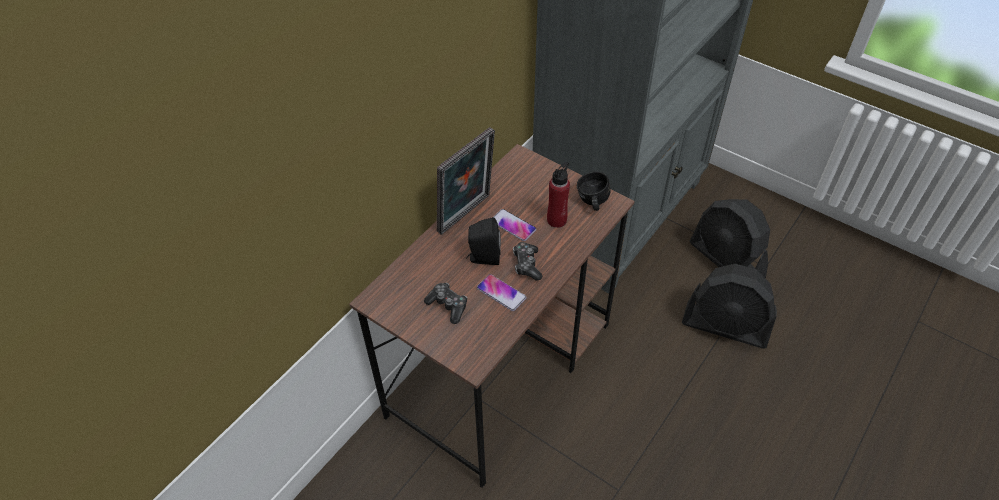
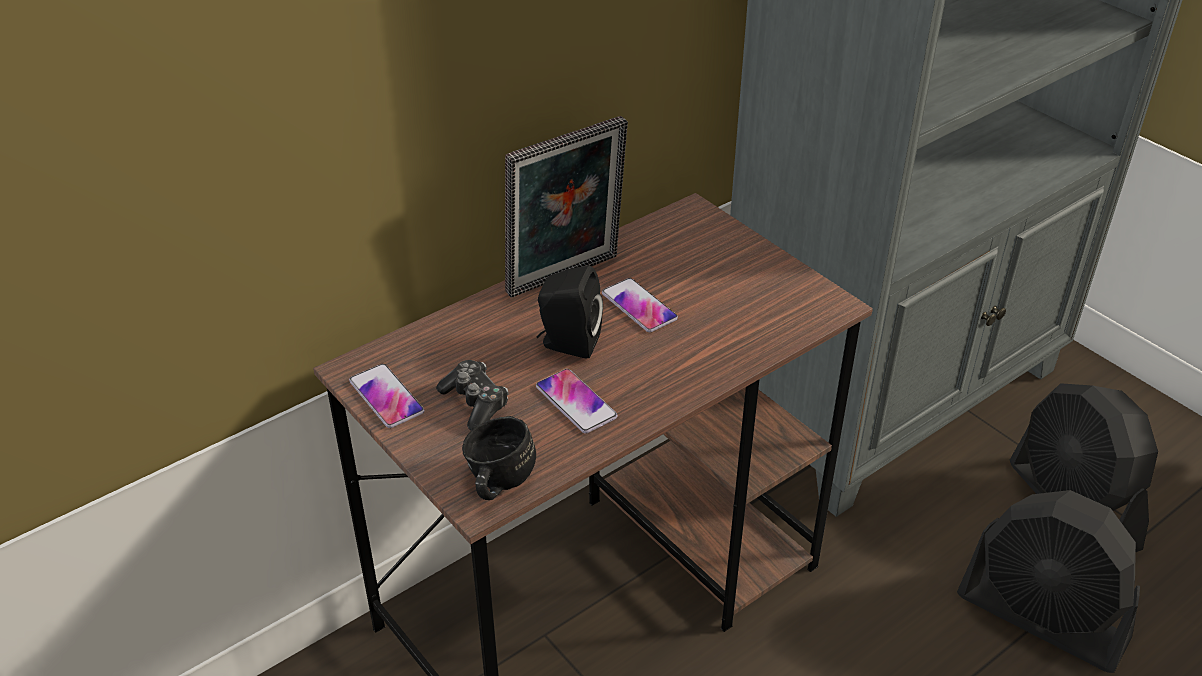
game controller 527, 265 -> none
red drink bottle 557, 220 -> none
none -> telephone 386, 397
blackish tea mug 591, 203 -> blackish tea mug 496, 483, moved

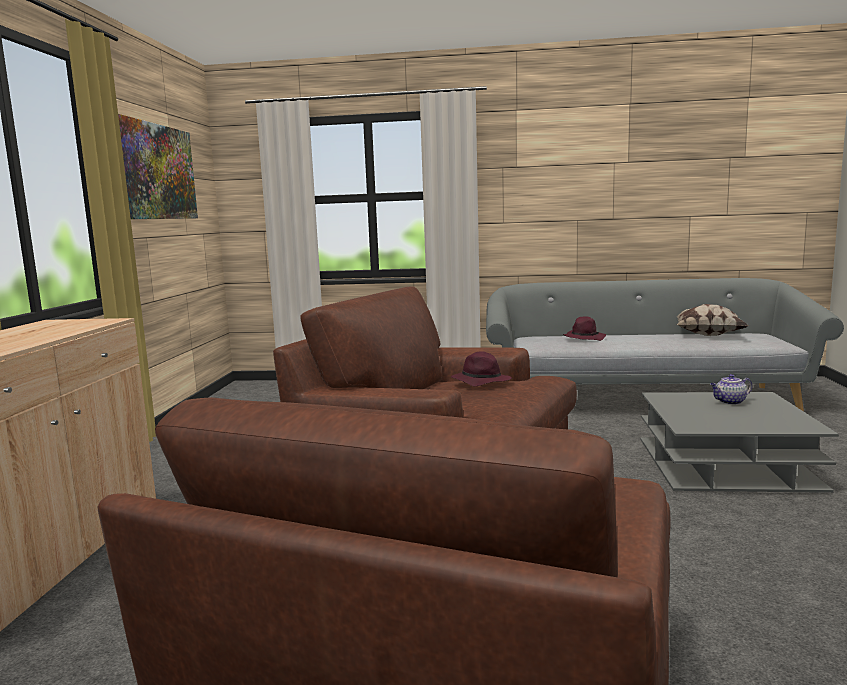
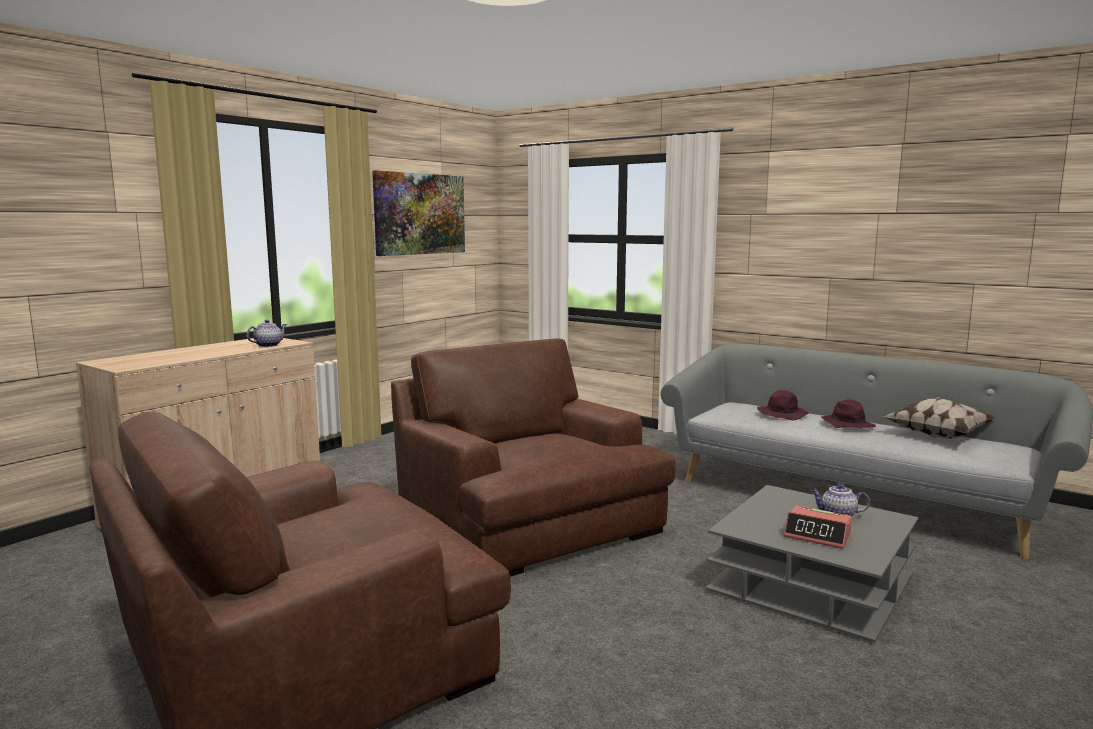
none -> pot for tea 268, 345
none -> alarm clock 818, 535
purple clothing hat 480, 382 -> purple clothing hat 847, 425, moved

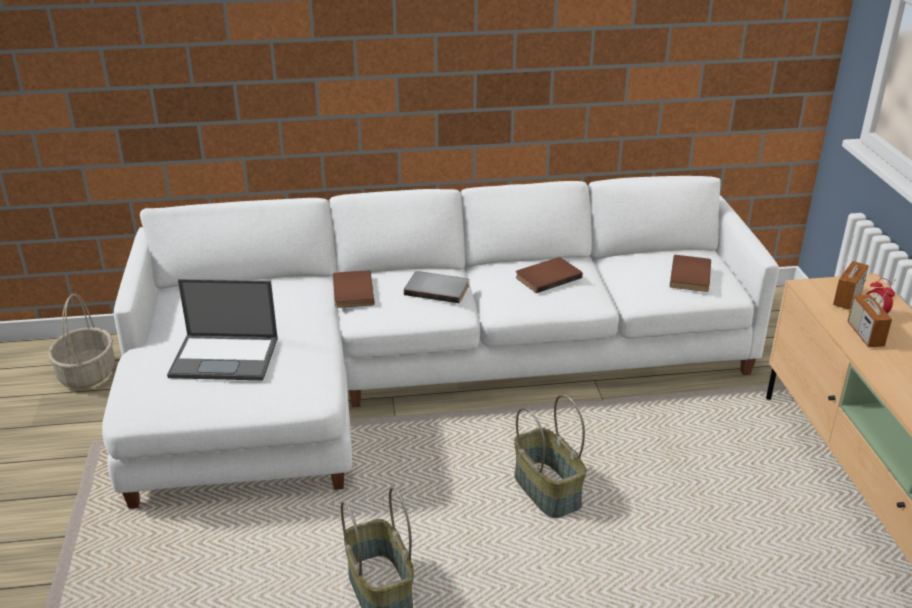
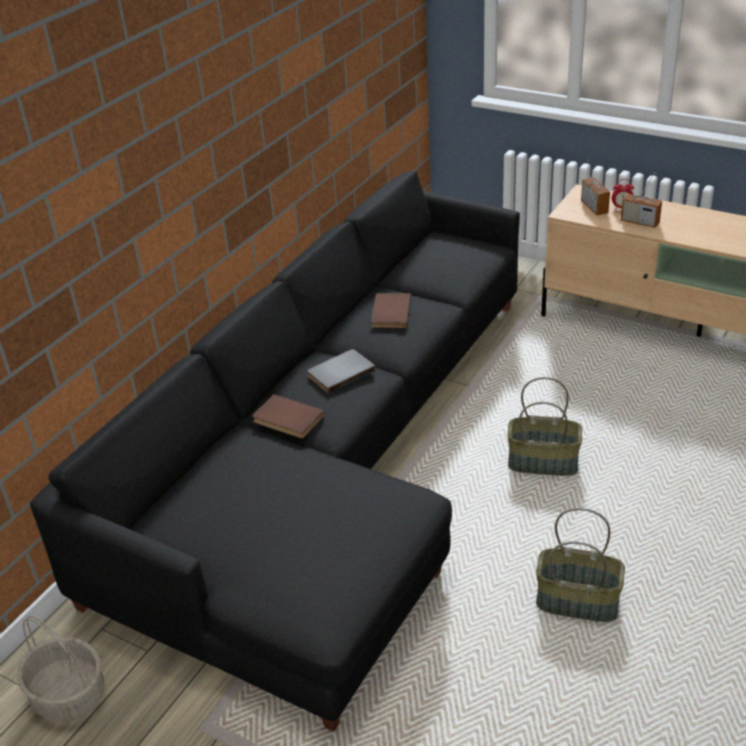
notebook computer 226, 357 -> none
brown book 692, 276 -> none
whitish sofa 416, 374 -> blackish sofa 332, 465

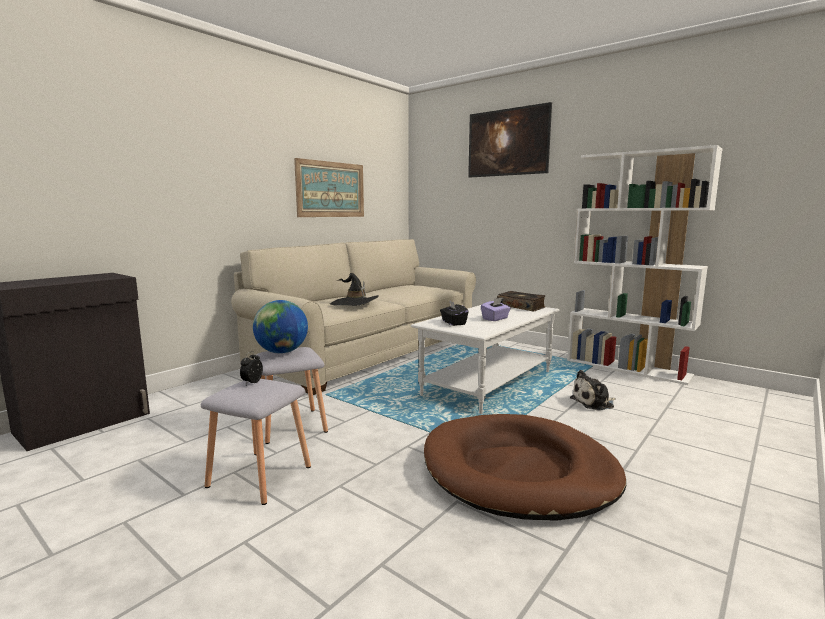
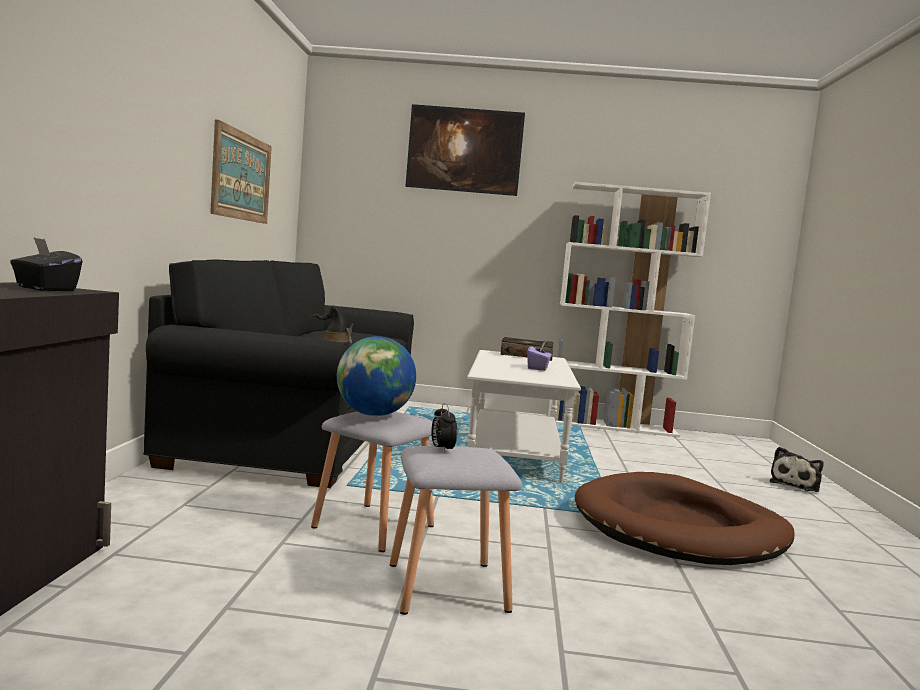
blackish tissue holder 453, 323 -> blackish tissue holder 45, 289, moved
plush toy 594, 403 -> plush toy 796, 485, moved
sand-coloured sofa 369, 351 -> blackish sofa 304, 428

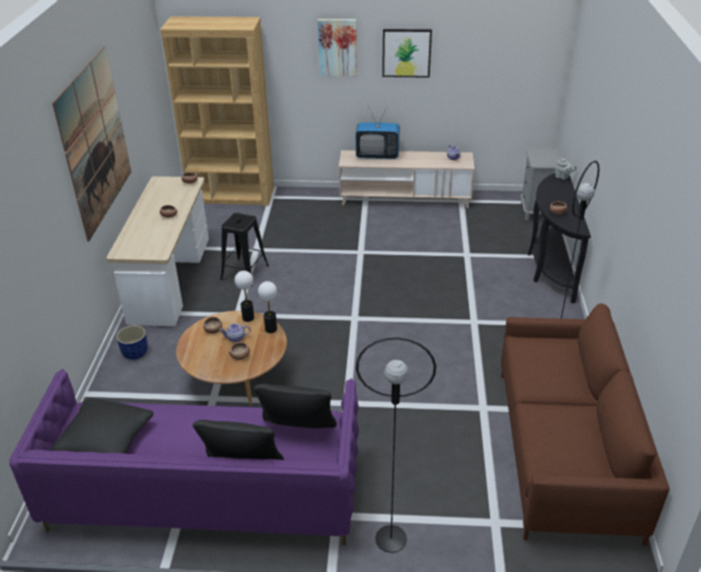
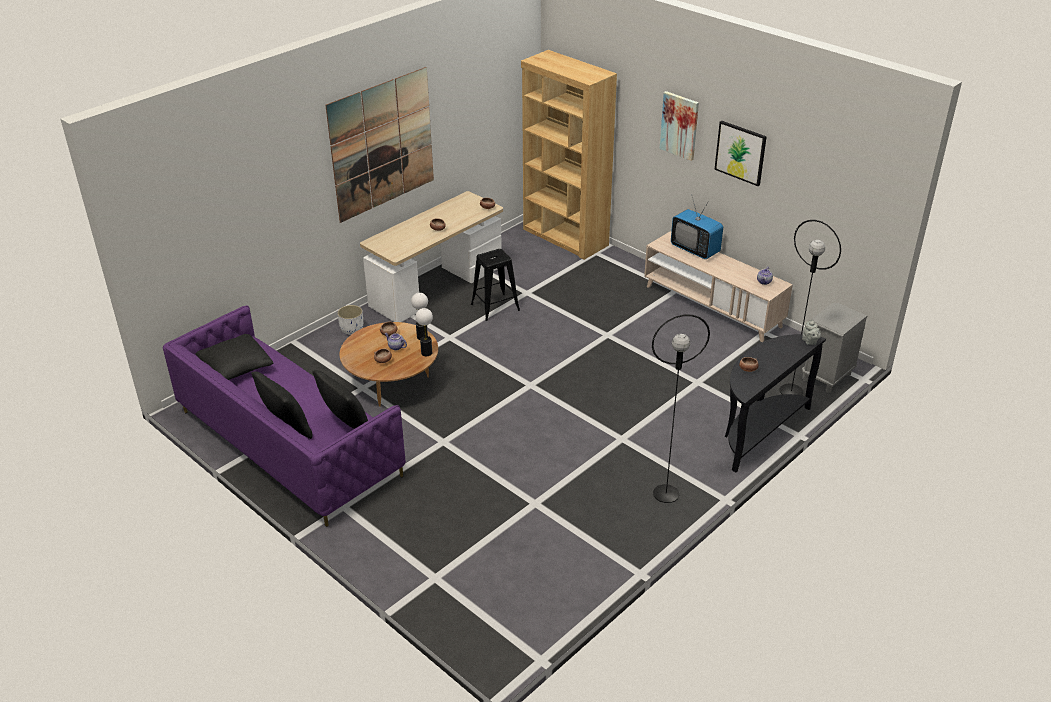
brown sofa 565, 451 -> none
blackish floor lamp 390, 539 -> blackish floor lamp 791, 391, moved
blue planter 135, 353 -> whitish planter 352, 329

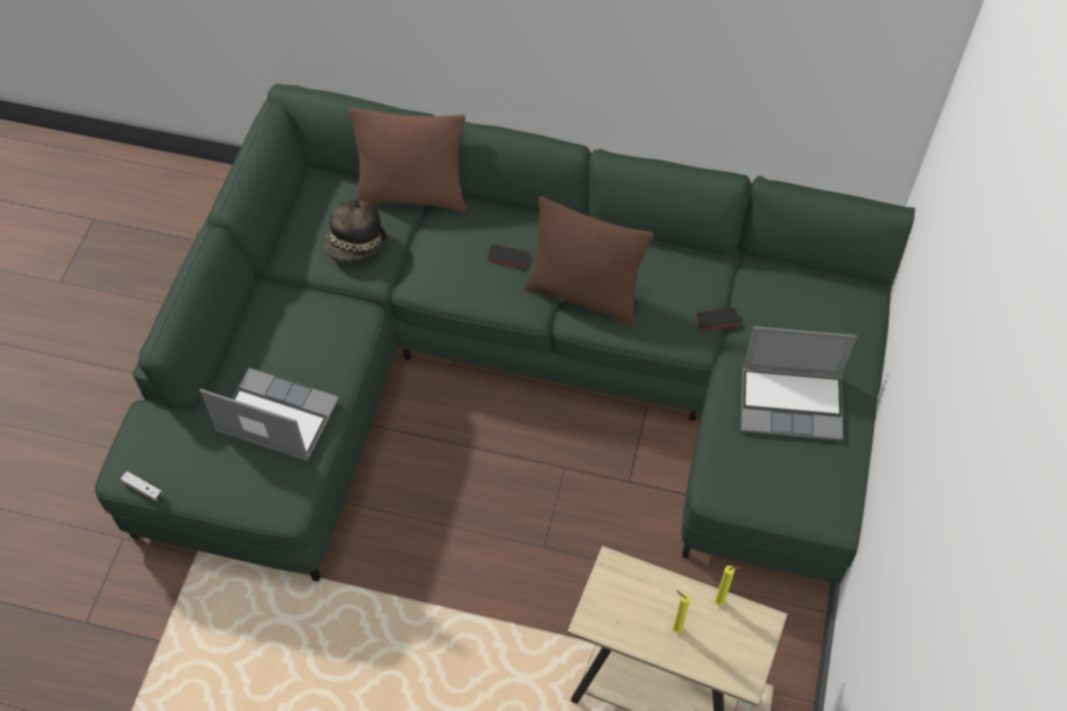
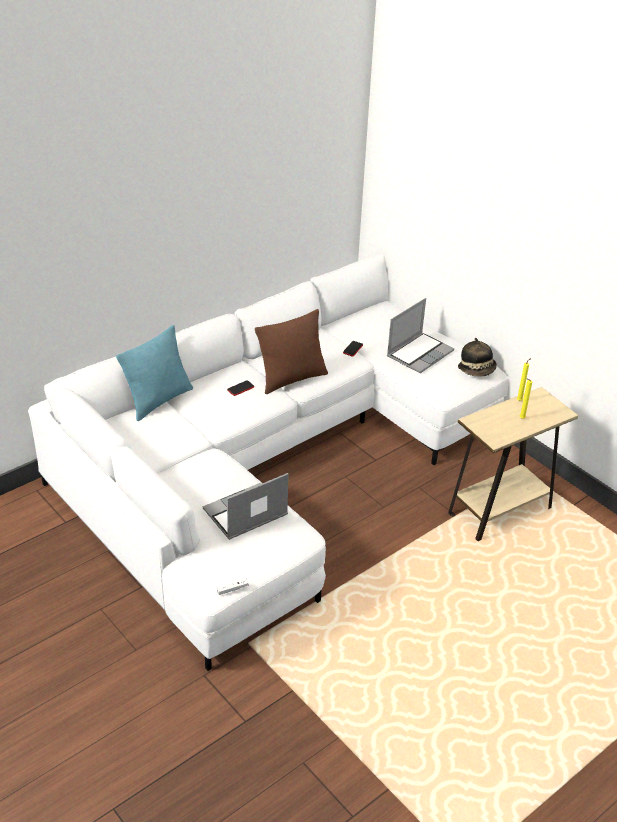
clothing hat 356, 244 -> clothing hat 477, 370, moved
green sofa 523, 372 -> whitish sofa 273, 461
brown pillow 412, 195 -> turquoise-coloured pillow 158, 400

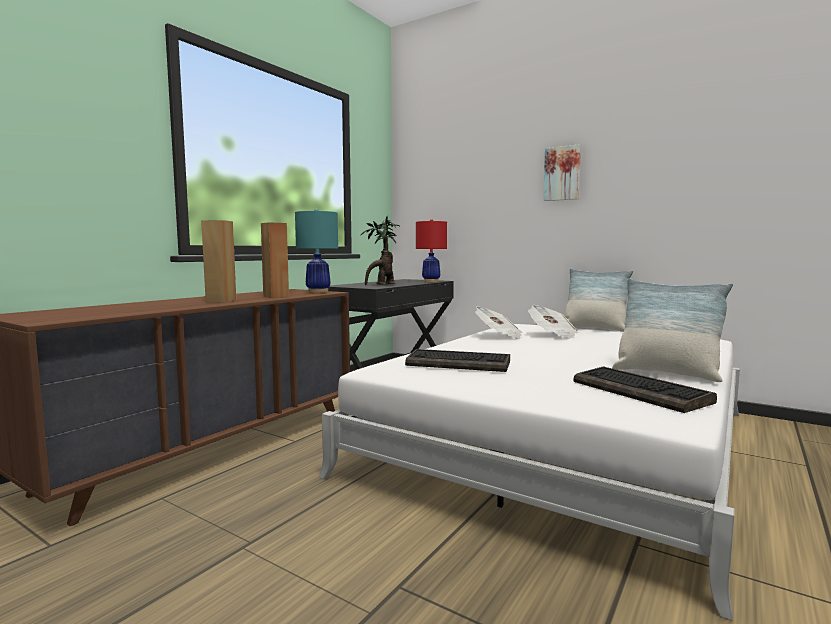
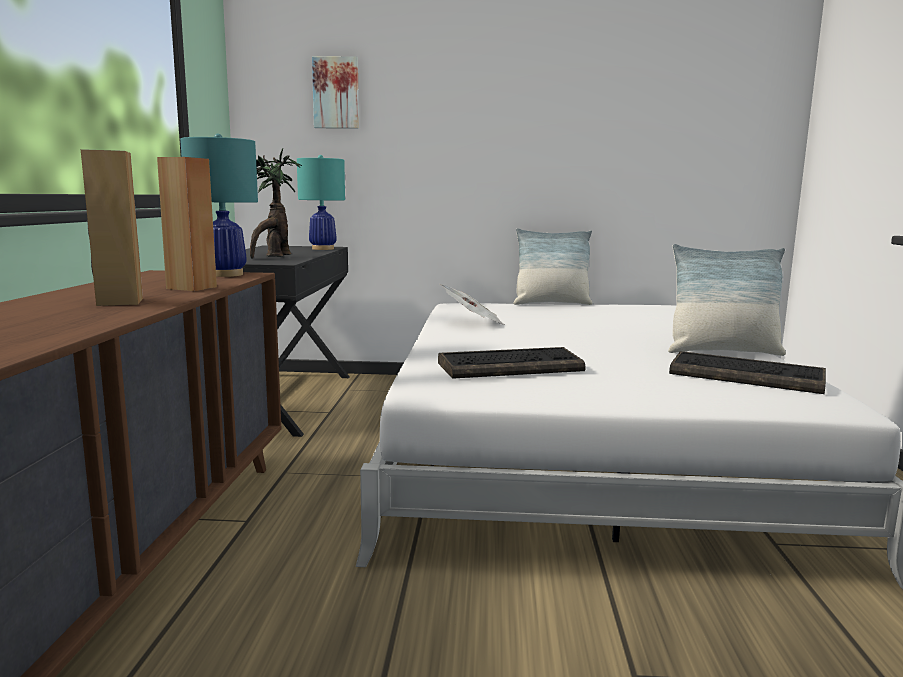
newspaper 552, 335 -> none
wall picture 562, 173 -> wall picture 336, 93, moved
red lamp for a table 431, 281 -> turquoise-coloured lamp for a table 322, 249

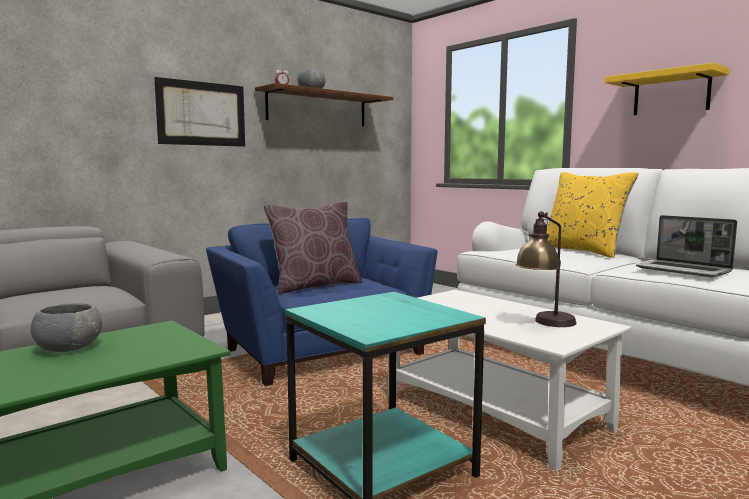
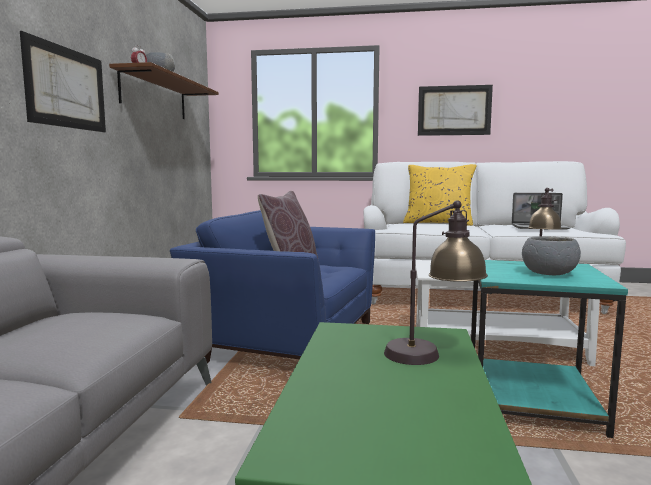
none -> lamp for a table 433, 354
grey bowl 68, 348 -> grey bowl 549, 274, moved
yellow-coloured shelf 671, 93 -> wall picture 454, 110

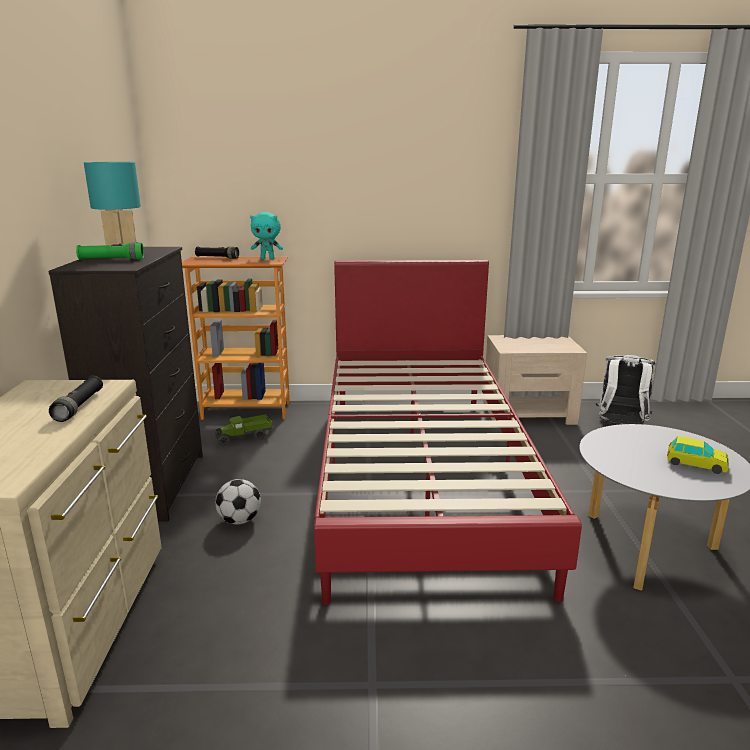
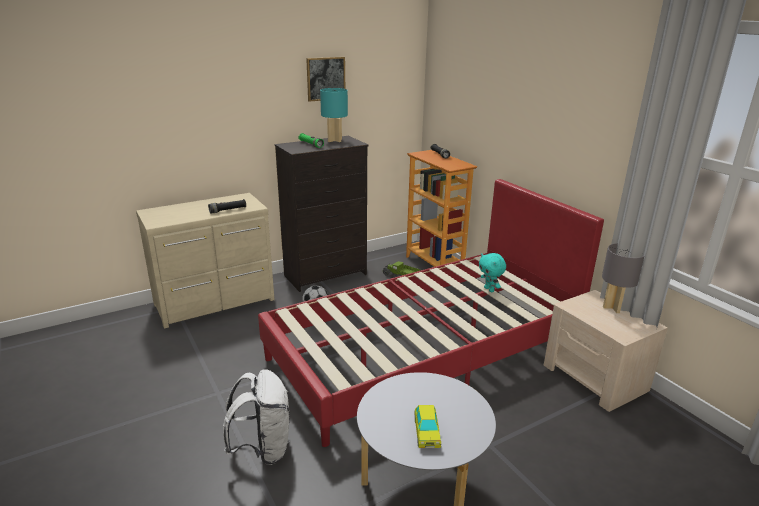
none -> wall picture 325, 78
none -> grey lamp for a table 614, 307
turquoise-coloured plush toy 267, 259 -> turquoise-coloured plush toy 489, 289, moved
whitish knapsack 620, 424 -> whitish knapsack 263, 449, moved

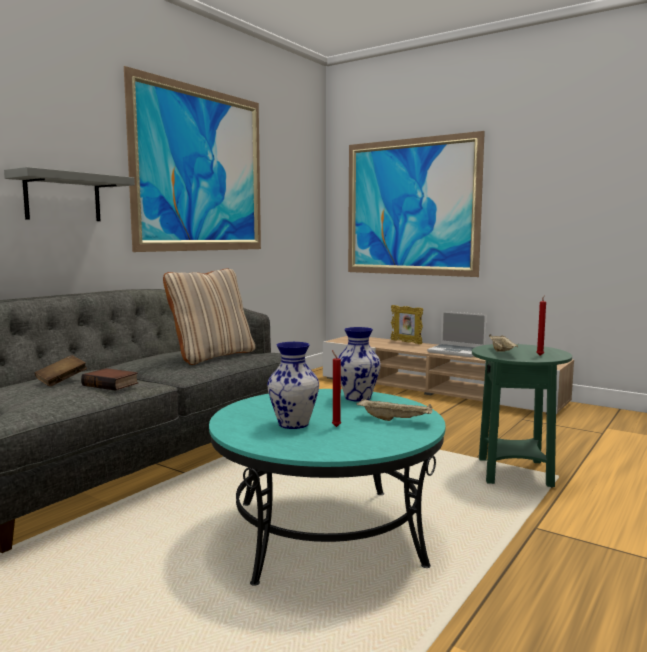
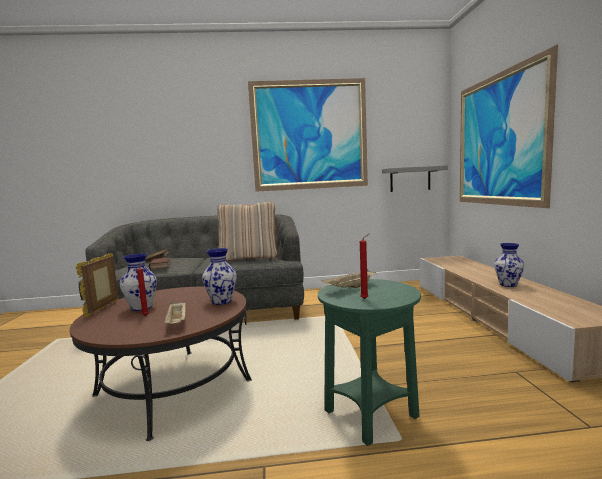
grey shelf 63, 197 -> grey shelf 410, 179, moved
picture frame 406, 342 -> picture frame 103, 308, moved
notebook computer 457, 352 -> vase 508, 285
turquoise-coloured low table 326, 532 -> brown low table 173, 388

